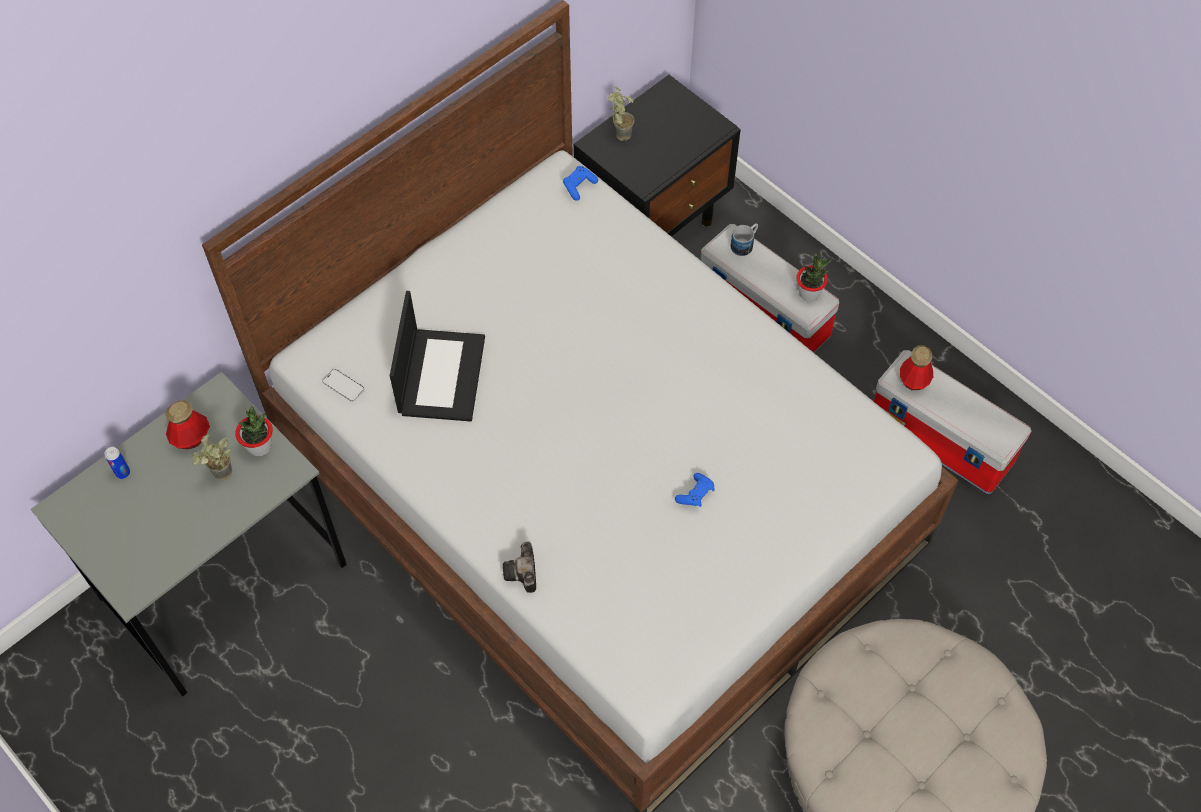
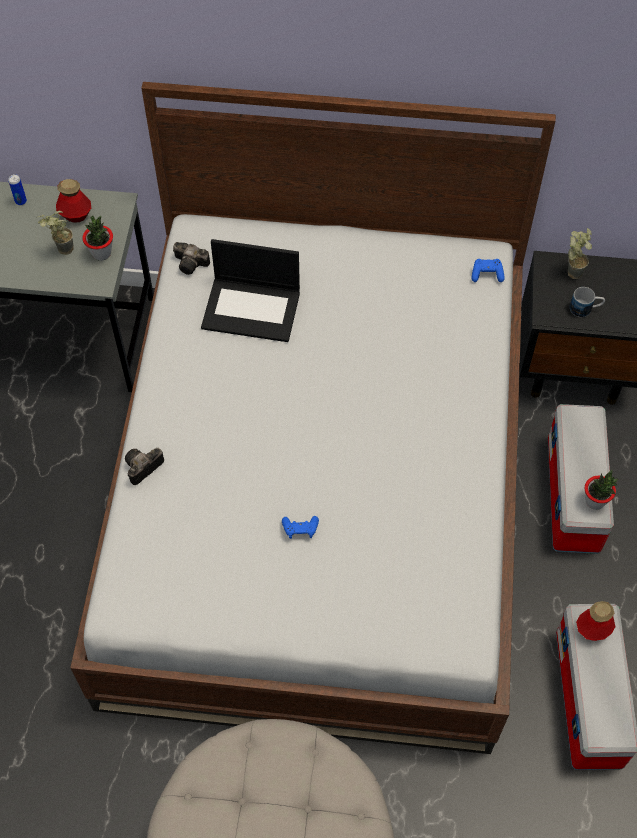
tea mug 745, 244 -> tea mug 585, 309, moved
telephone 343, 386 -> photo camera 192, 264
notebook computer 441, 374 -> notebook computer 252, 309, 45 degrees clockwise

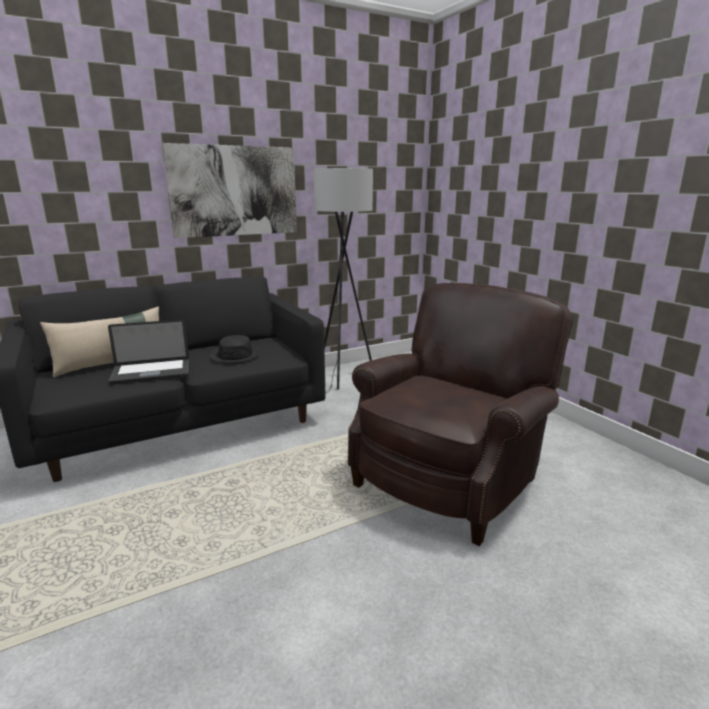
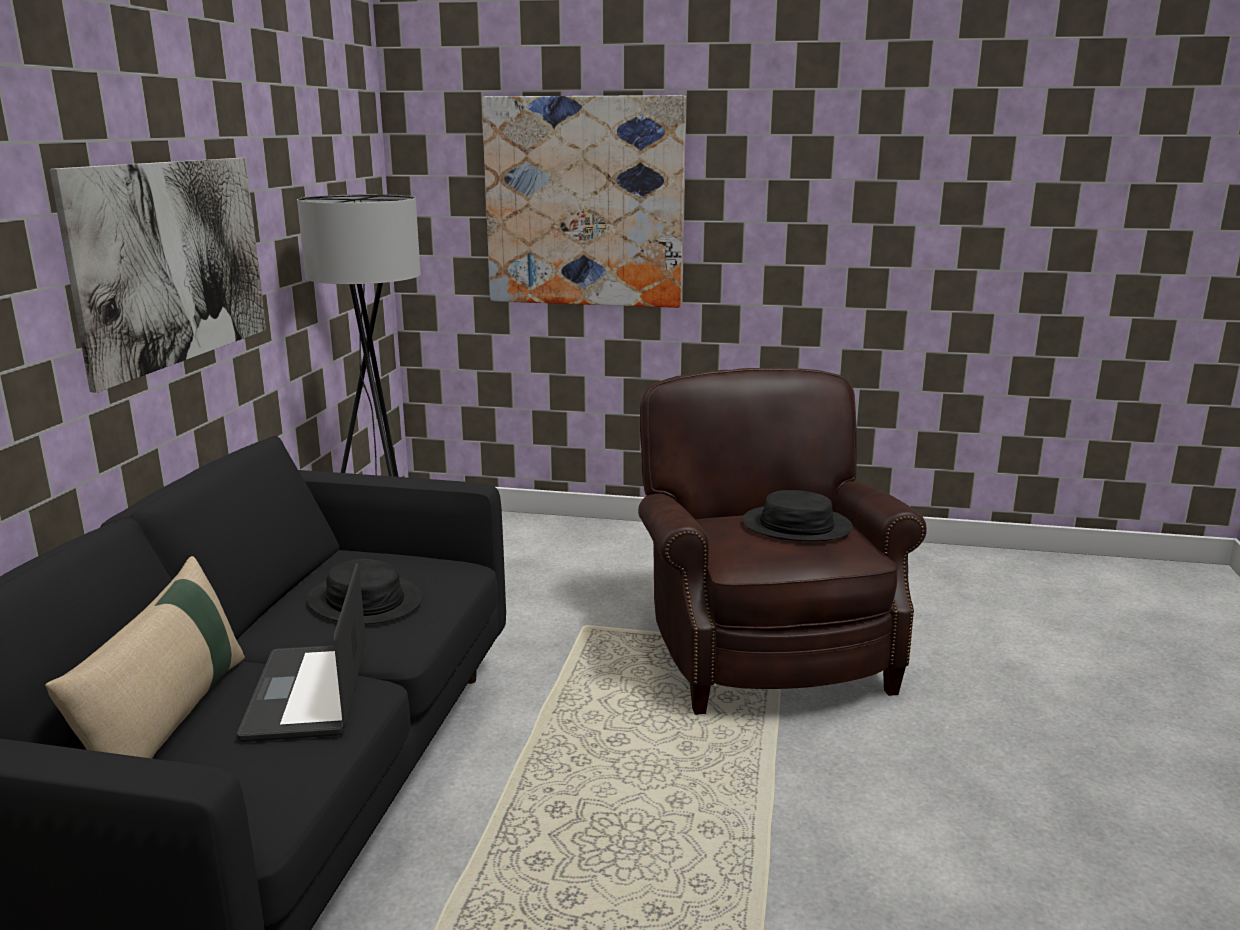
none -> wall picture 584, 203
none -> blackish clothing hat 796, 526
notebook computer 151, 373 -> notebook computer 308, 694, 150 degrees clockwise

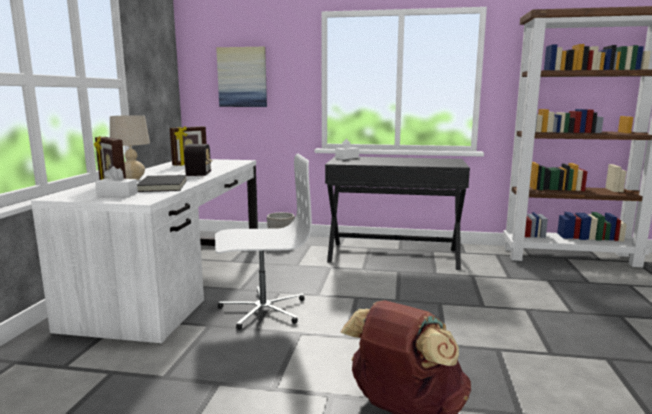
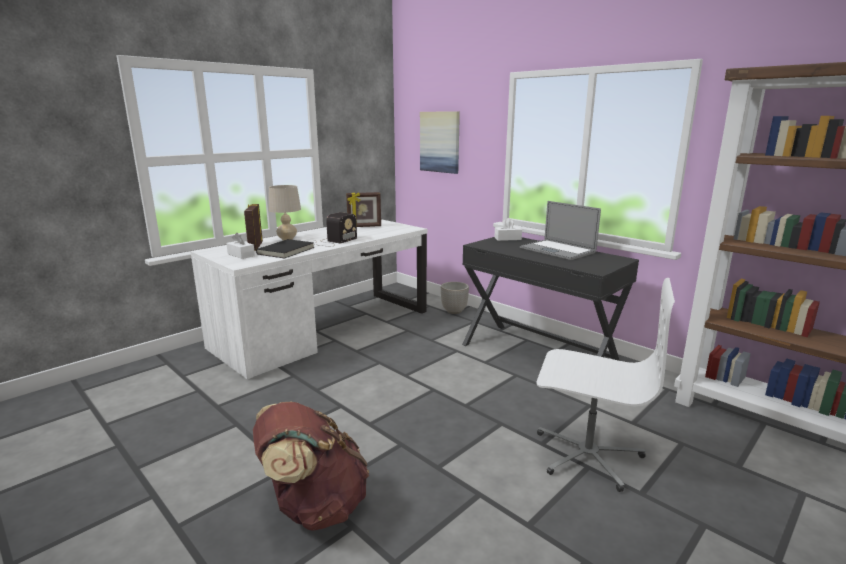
none -> notebook computer 557, 250
whitish computer chair 262, 309 -> whitish computer chair 587, 454, moved

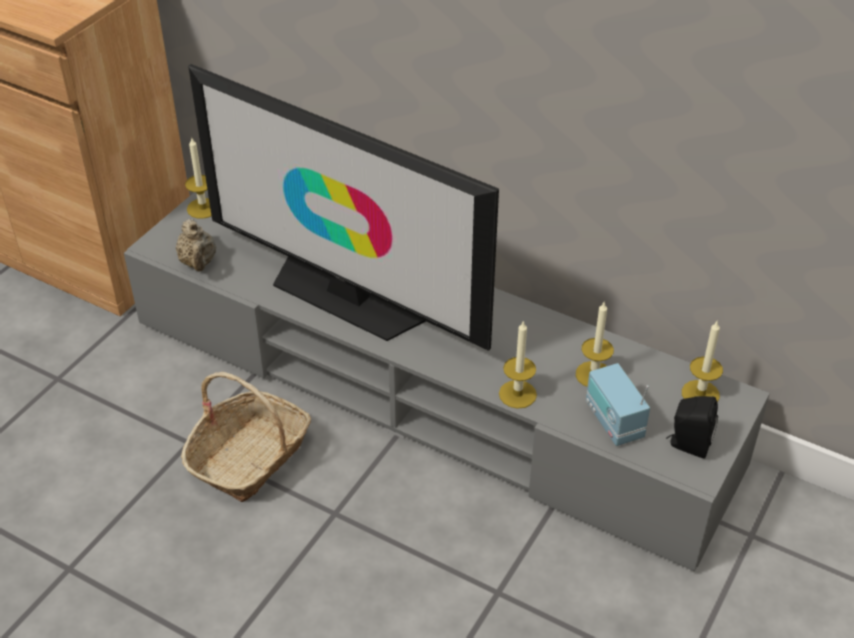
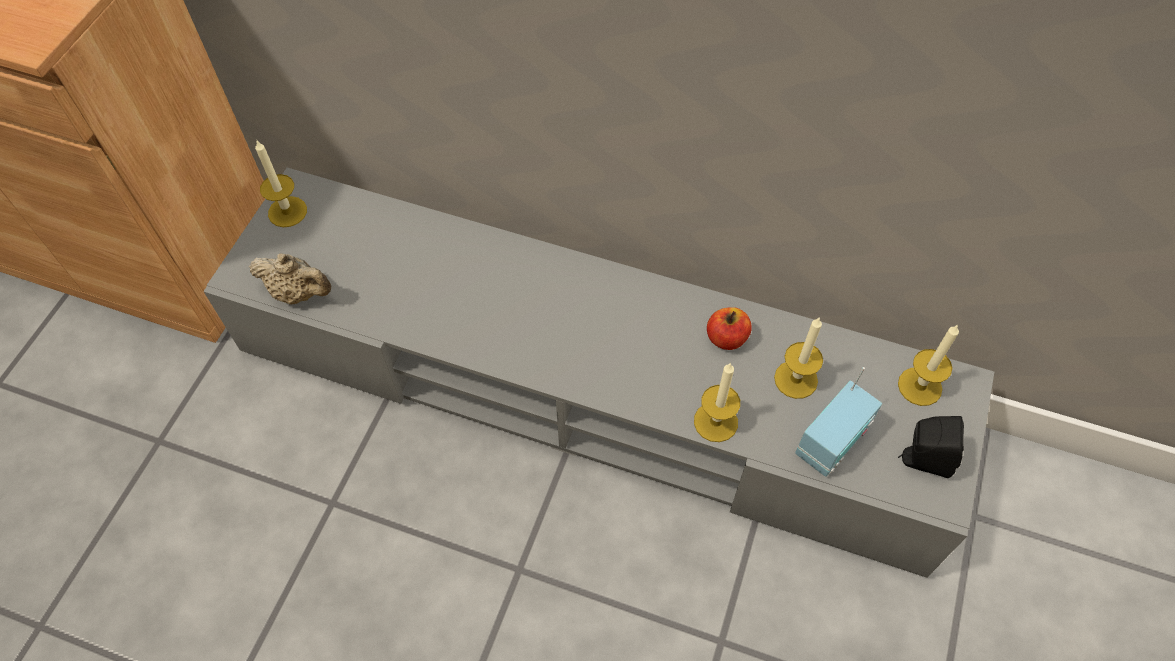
basket 250, 457 -> none
TV set 348, 296 -> none
none -> whole apple 726, 338
sand-coloured pot for tea 198, 263 -> sand-coloured pot for tea 299, 293, 45 degrees counterclockwise
radio 613, 421 -> radio 832, 442, 105 degrees counterclockwise

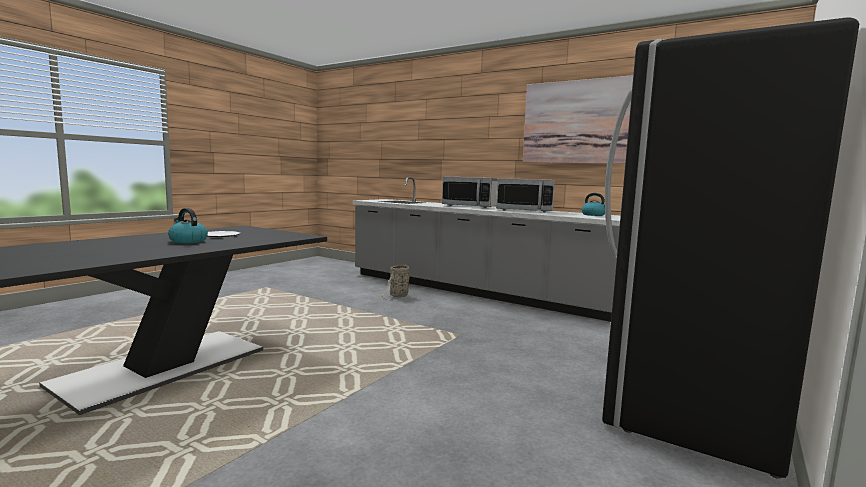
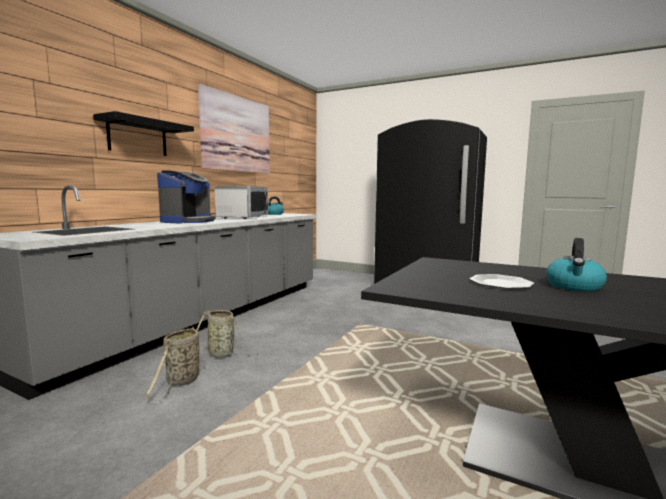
none -> blackish shelf 138, 137
none -> basket 181, 382
microwave oven 470, 206 -> coffee machine 188, 221

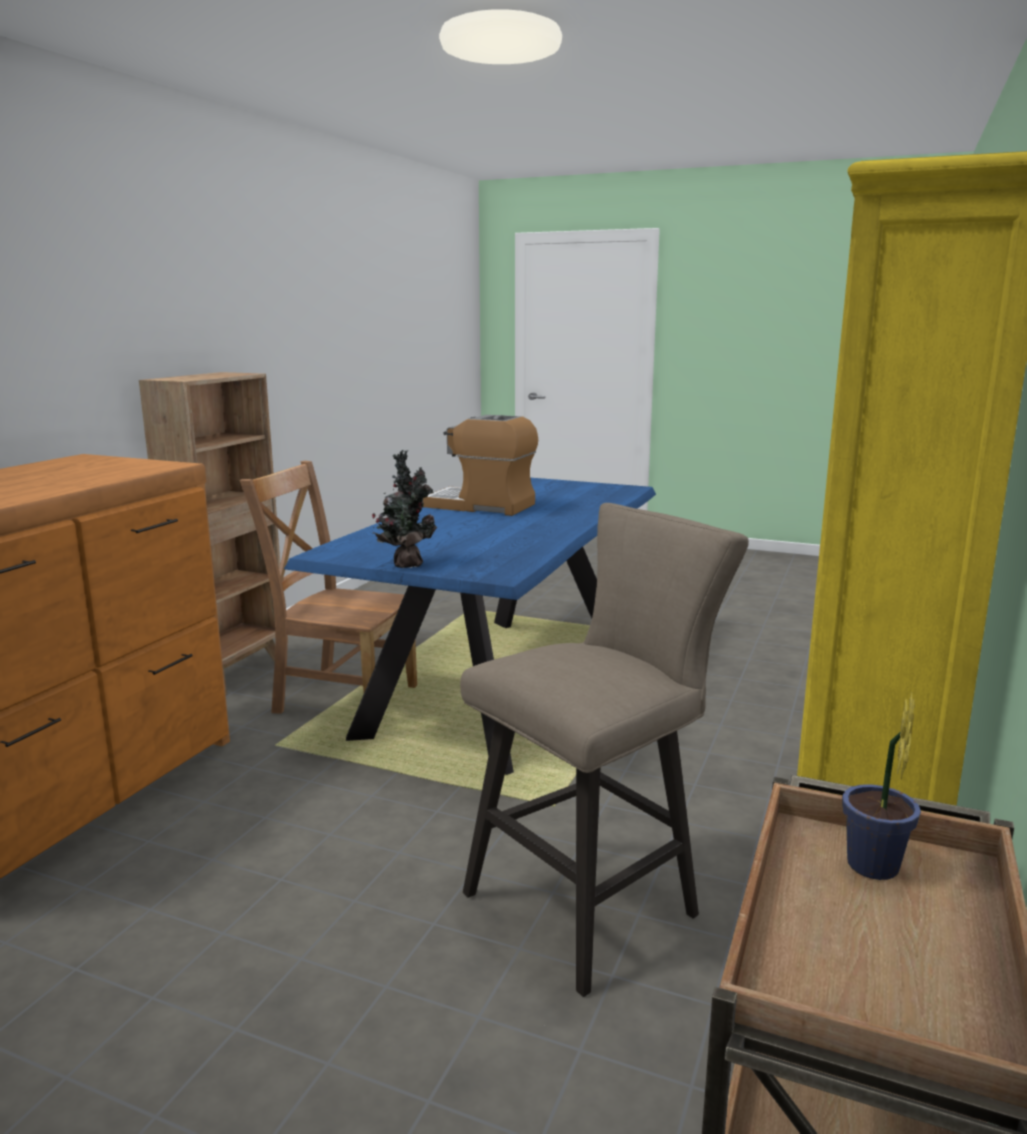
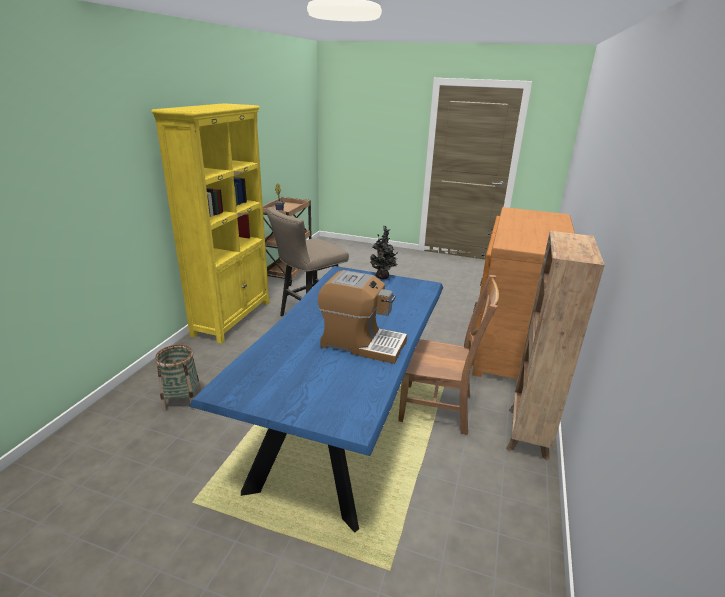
none -> basket 182, 400

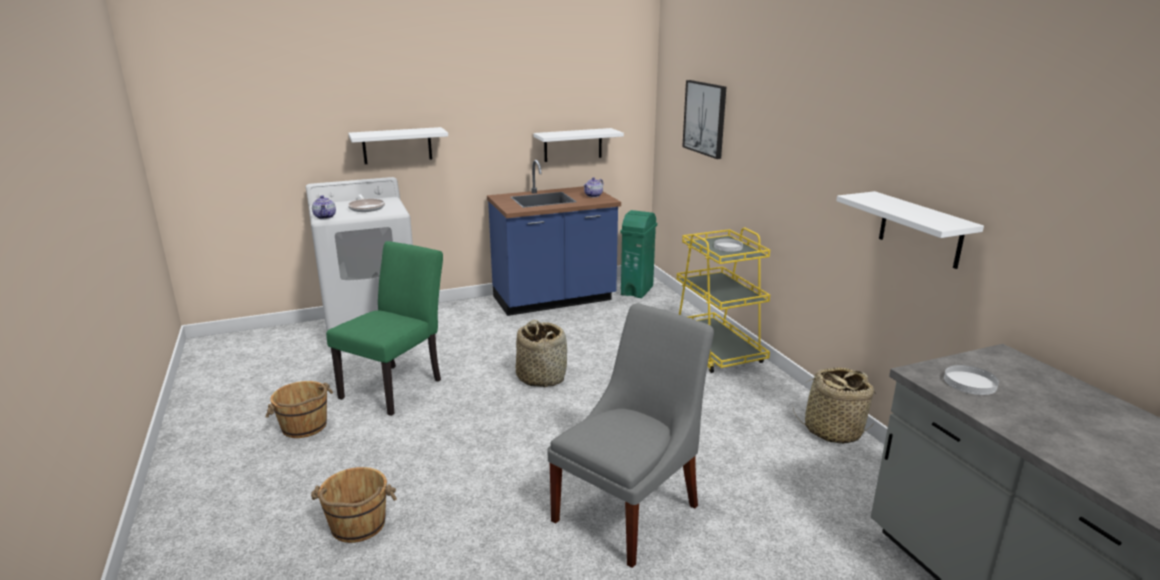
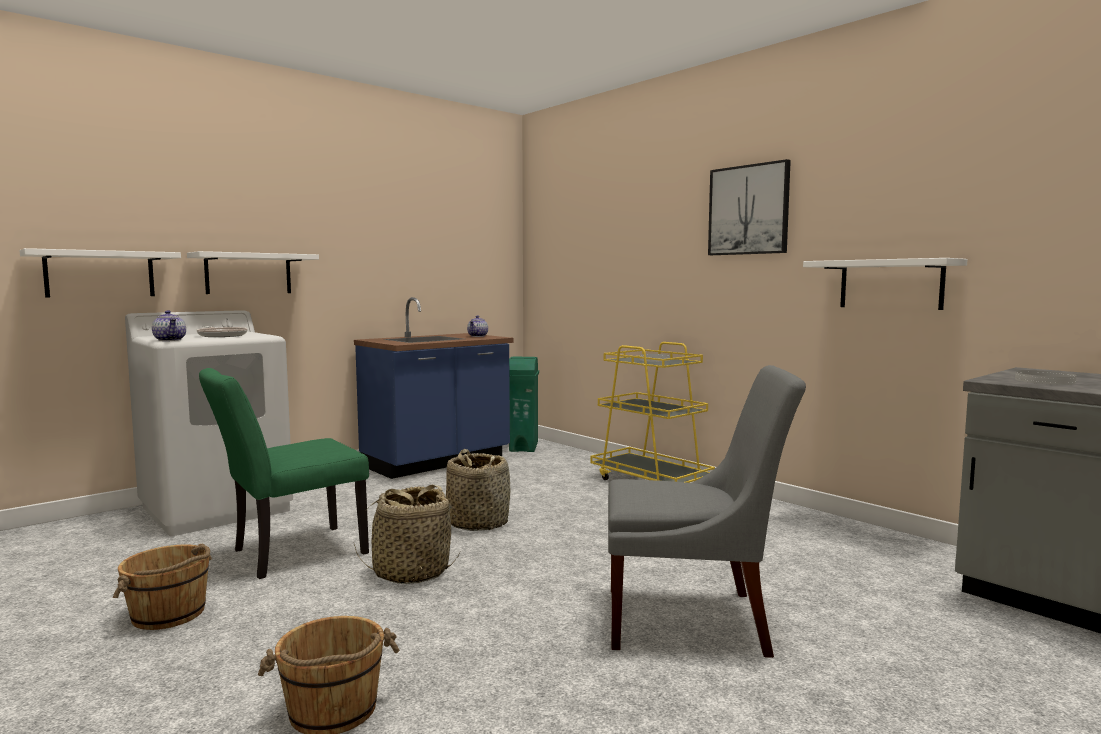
whitish shelf 573, 145 -> whitish shelf 100, 274, moved
wall picture 705, 118 -> wall picture 748, 210, moved
basket 832, 430 -> basket 411, 572, moved
green chair 397, 386 -> green chair 289, 554, 135 degrees counterclockwise
grey chair 630, 509 -> grey chair 694, 621, 75 degrees clockwise

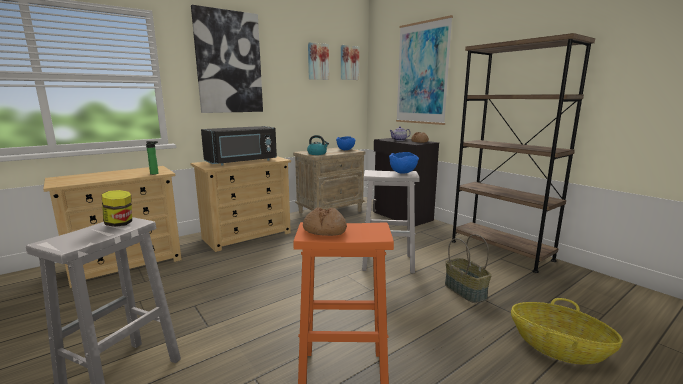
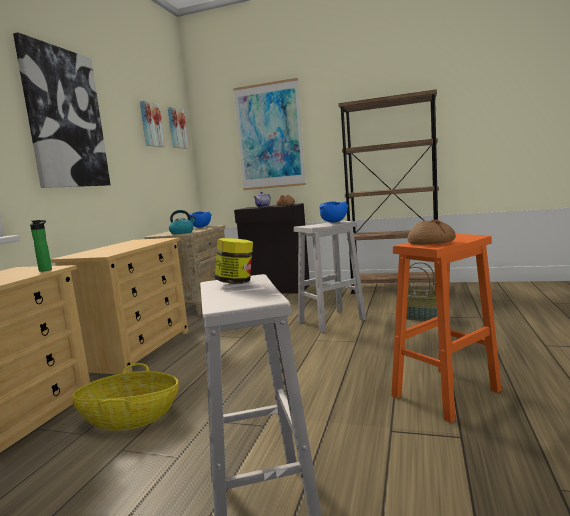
blackish microwave oven 242, 162 -> none
basket 558, 348 -> basket 130, 418, moved

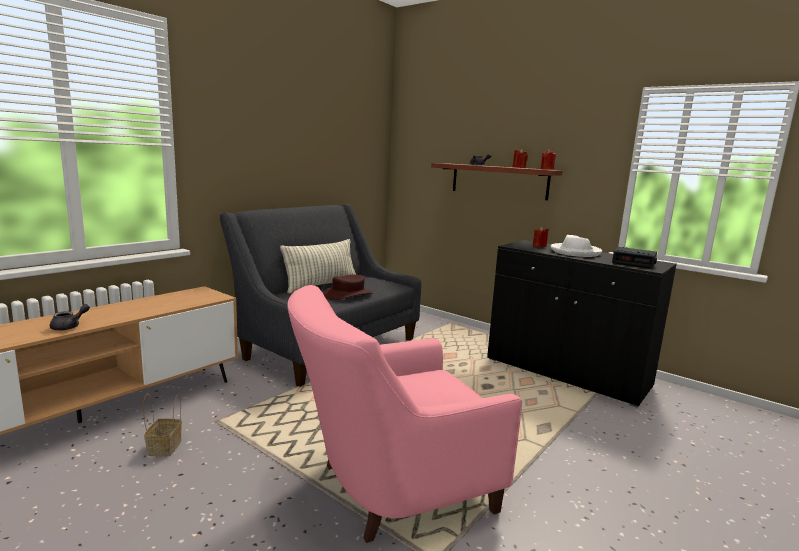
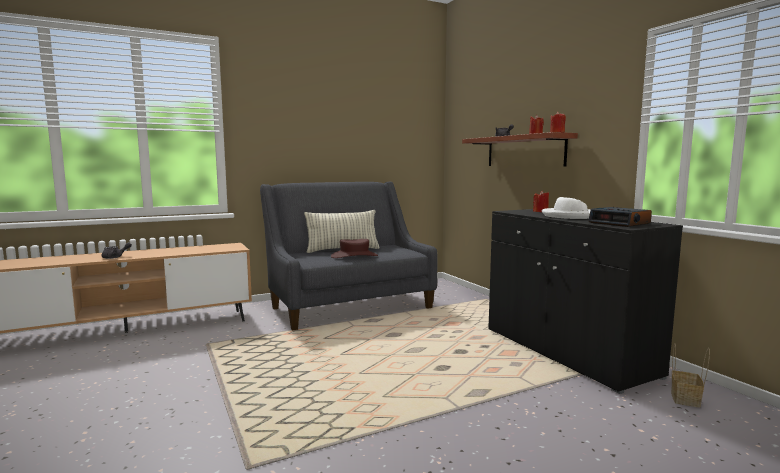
pink-coloured lounge chair 389, 488 -> none
basket 165, 448 -> basket 686, 399, moved

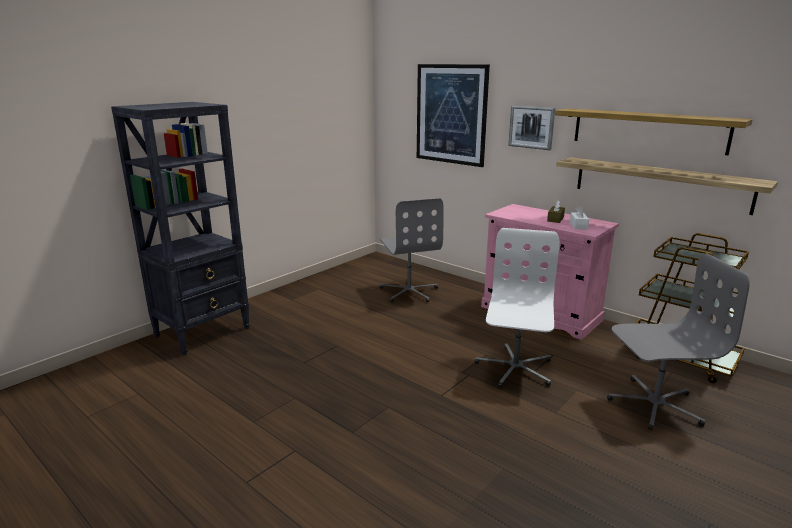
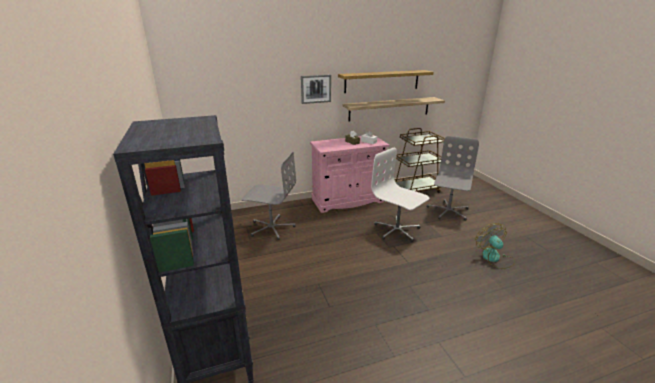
wall picture 451, 114 -> none
none -> cooling fan 494, 258

